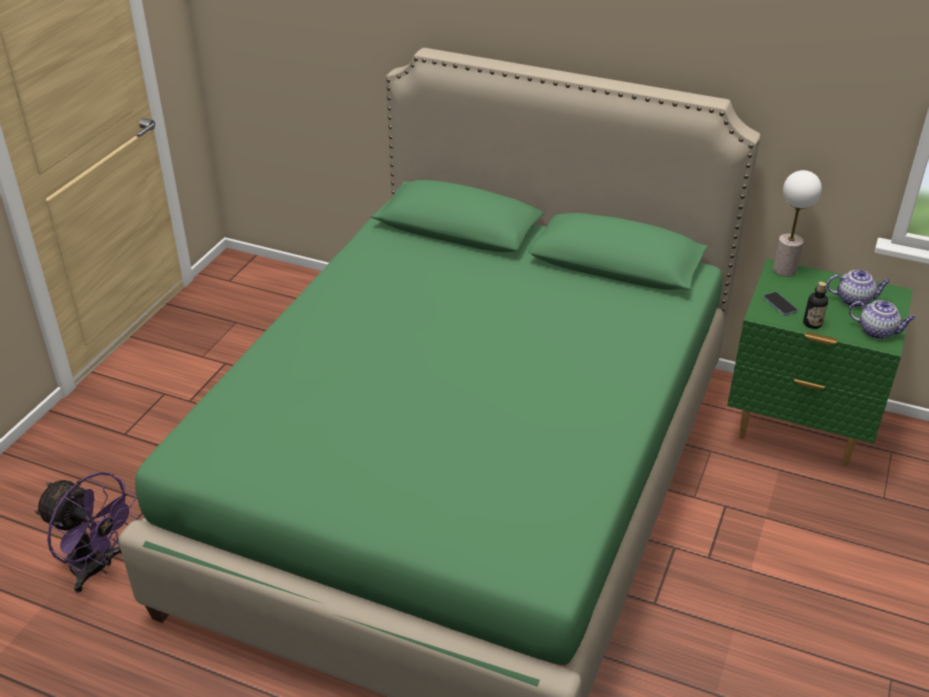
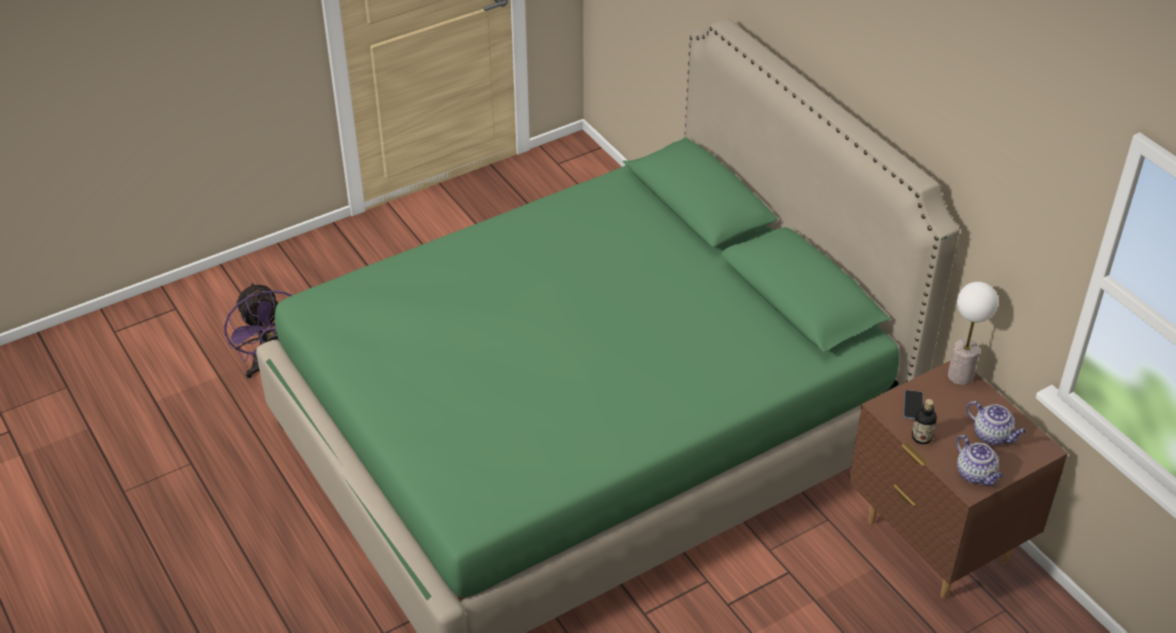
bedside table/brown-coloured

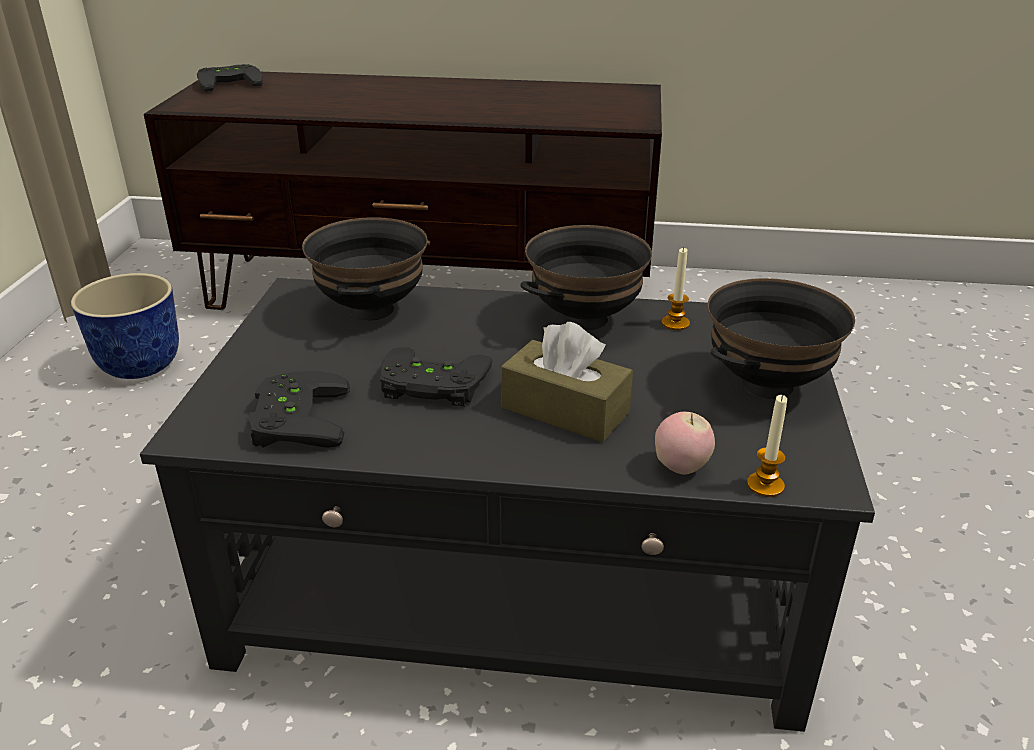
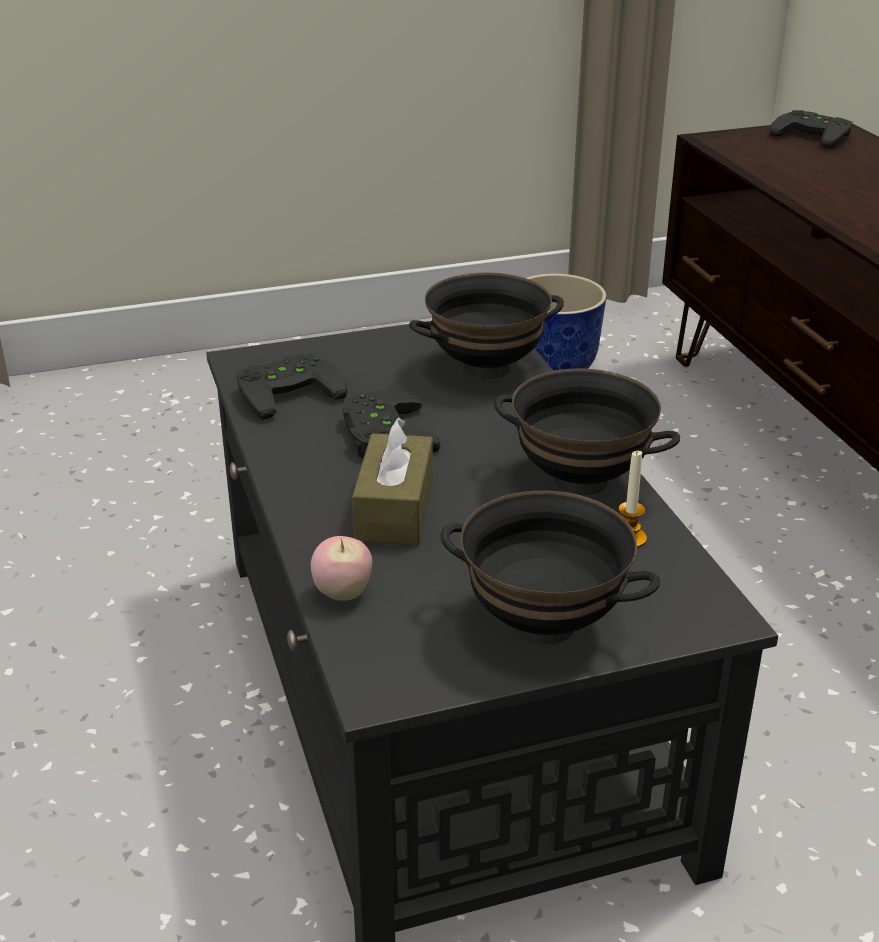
candle (2nd from left in the first image)

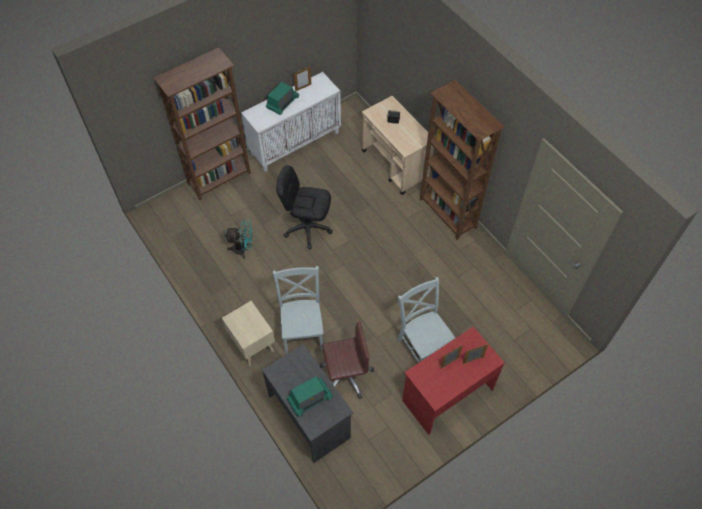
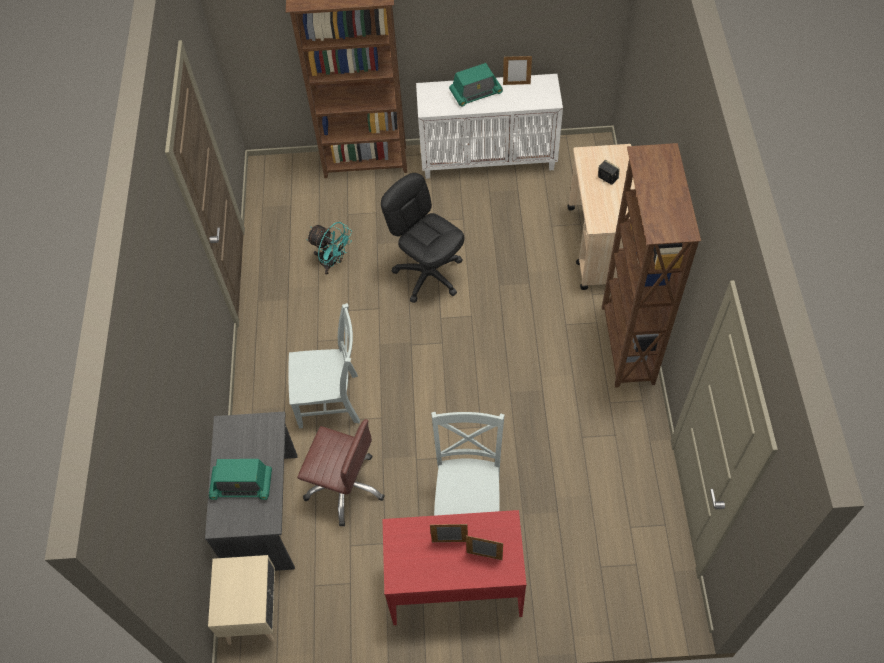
bedside table/sand-coloured
upright chair/grey (1st from left)

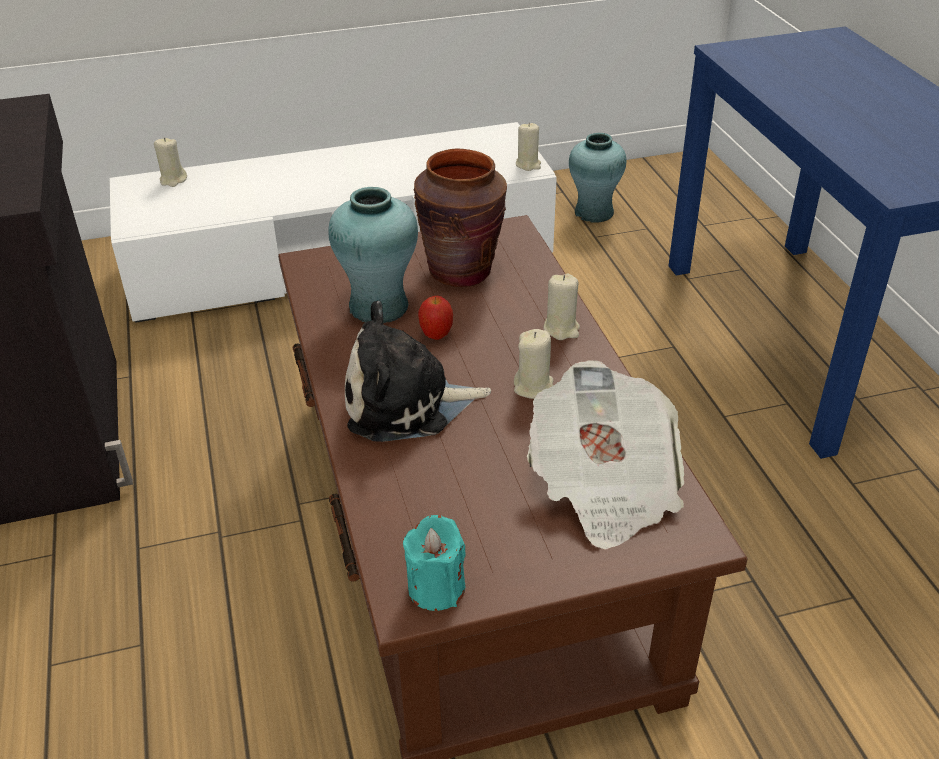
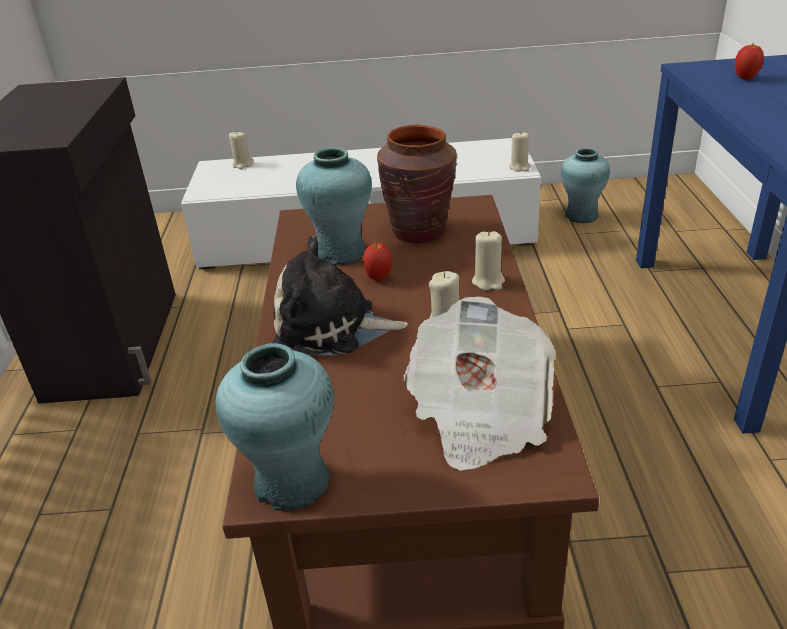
vase/blue-green (1st from left)
whole apple (2nd from left)

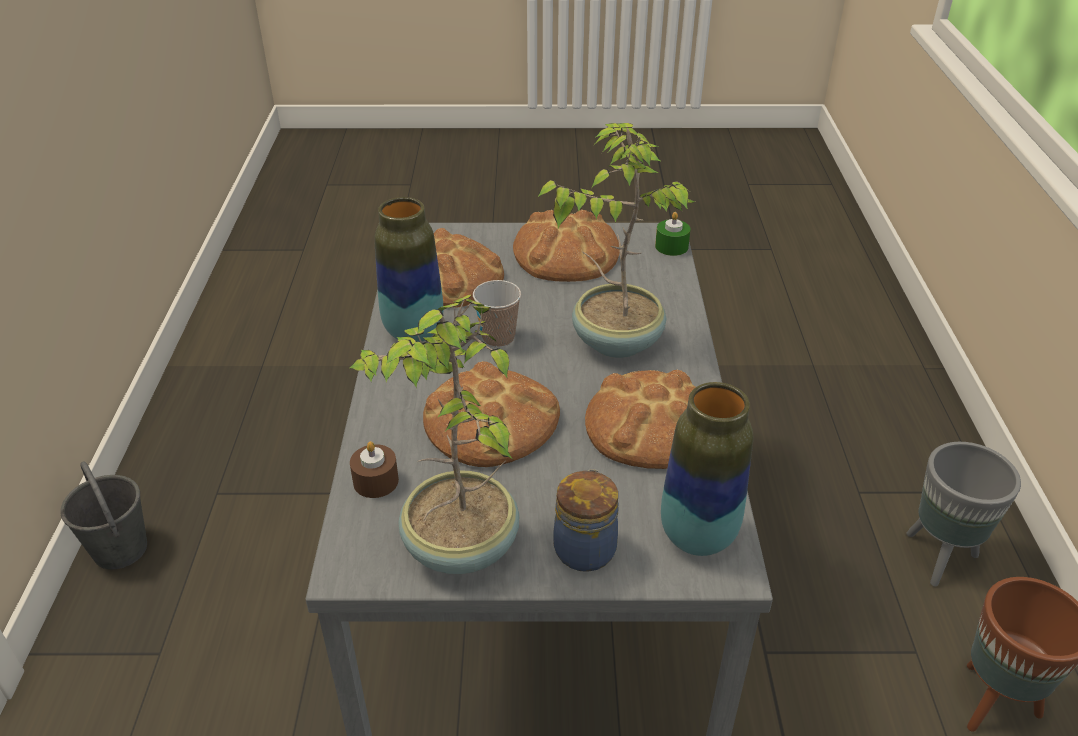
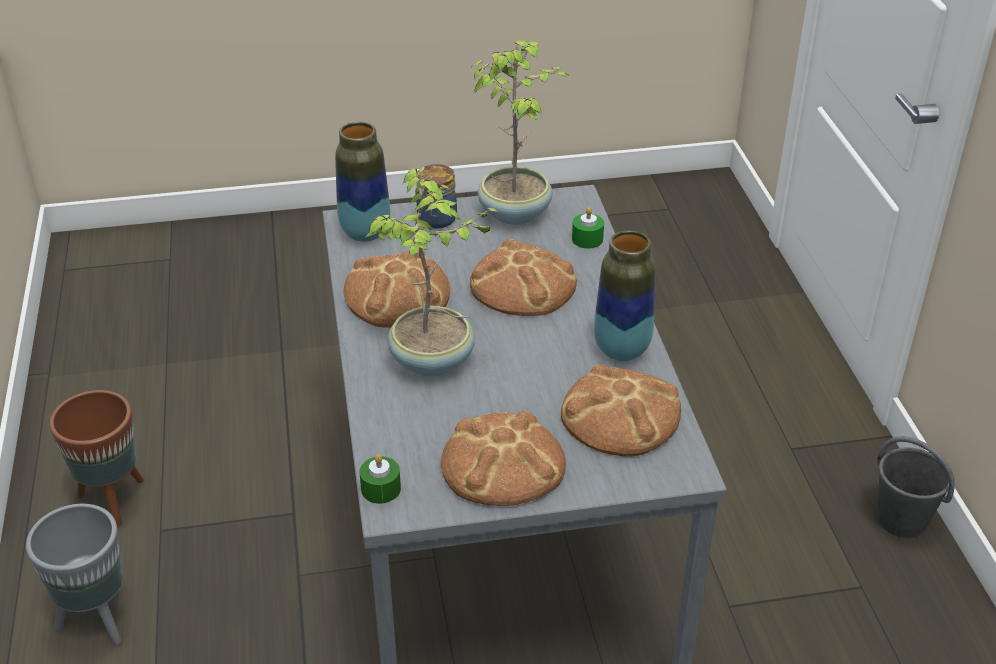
candle/green (2nd from left)
small cup

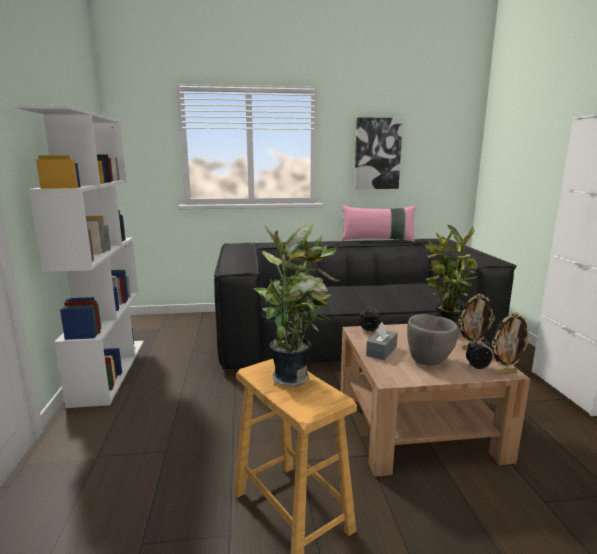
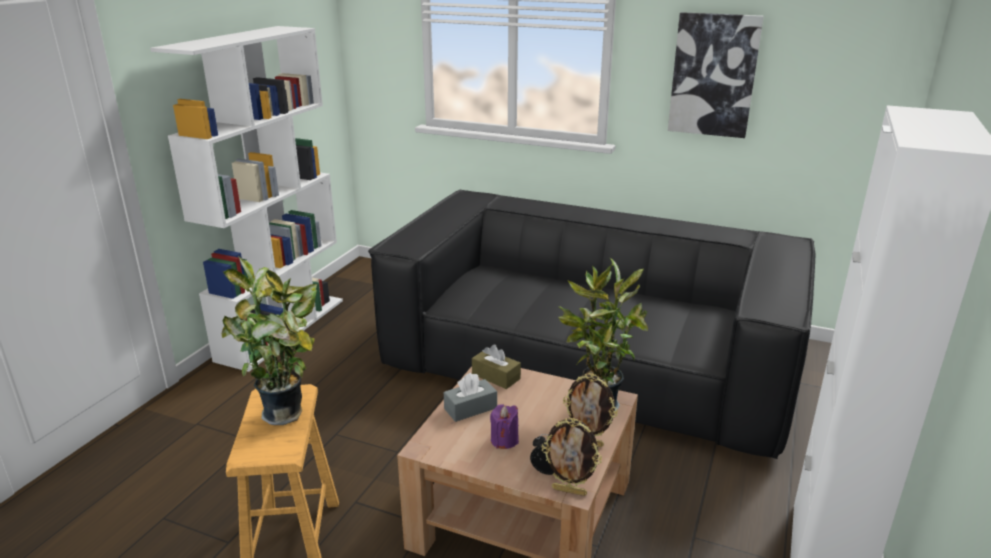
cushion/pinkish
box of tissues/brown-coloured
candle/purplish

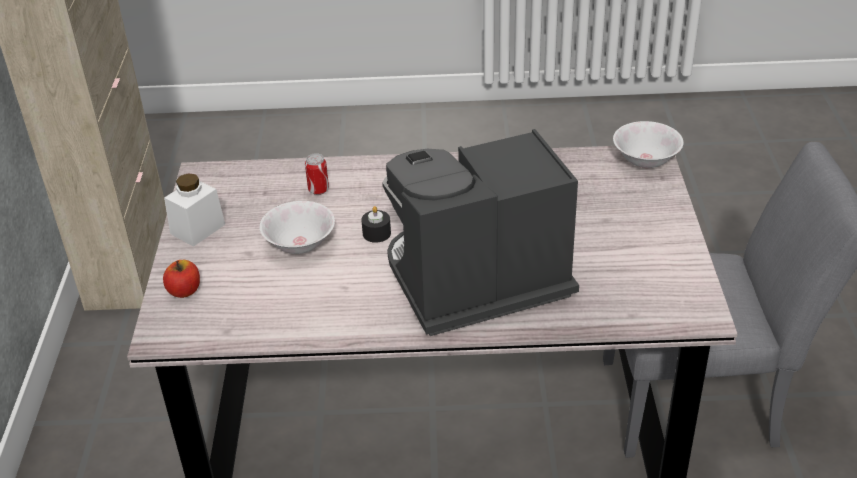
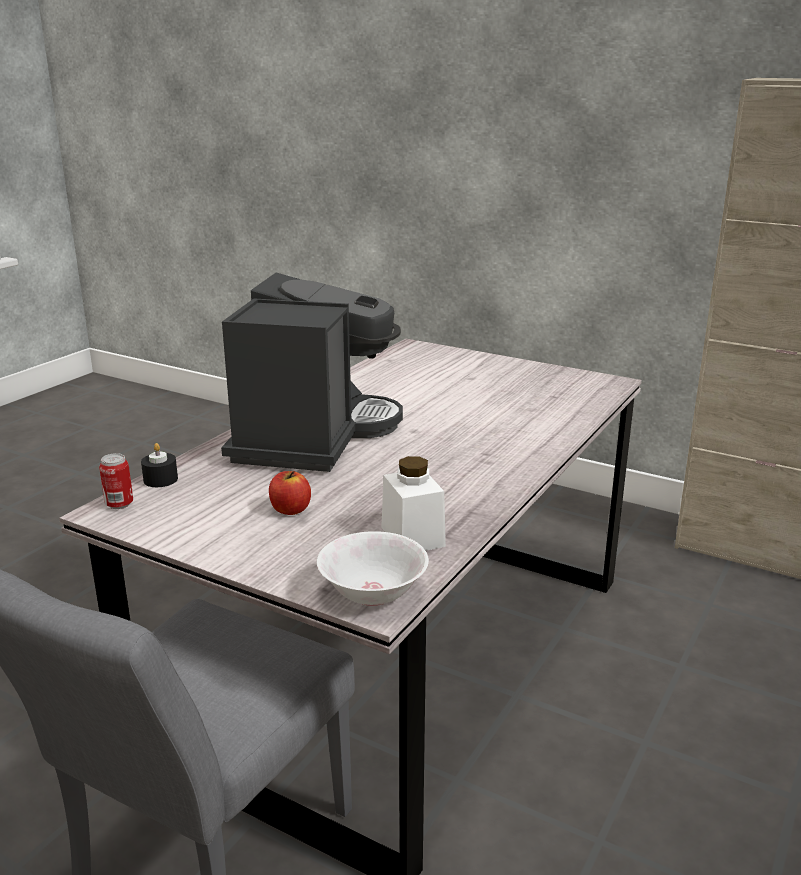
whole apple
preserve jar/whitish
serving bowl/whitish (1st from left in the first image)
metal can
candle/black

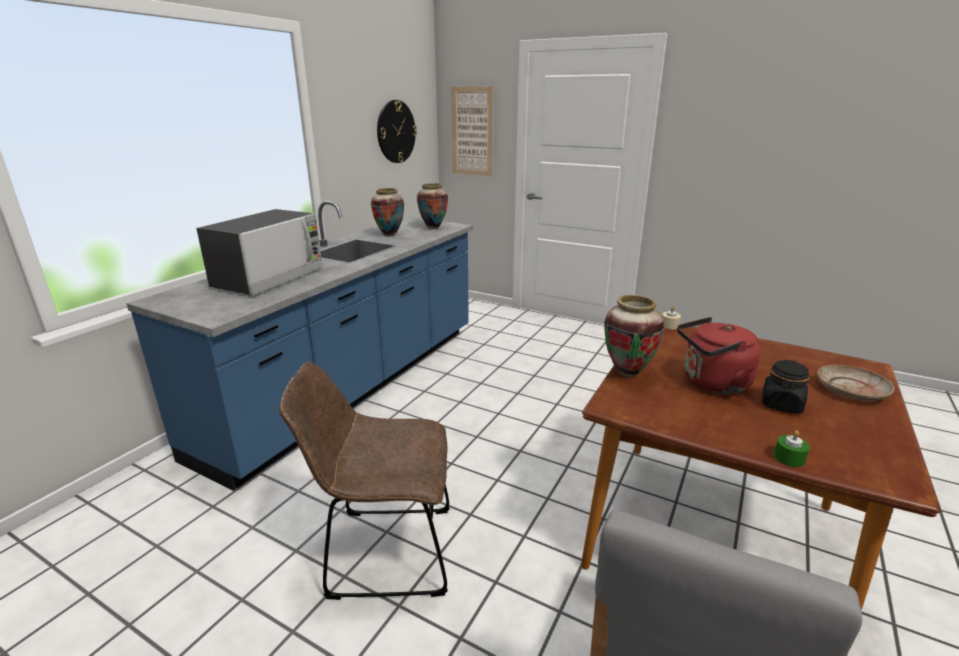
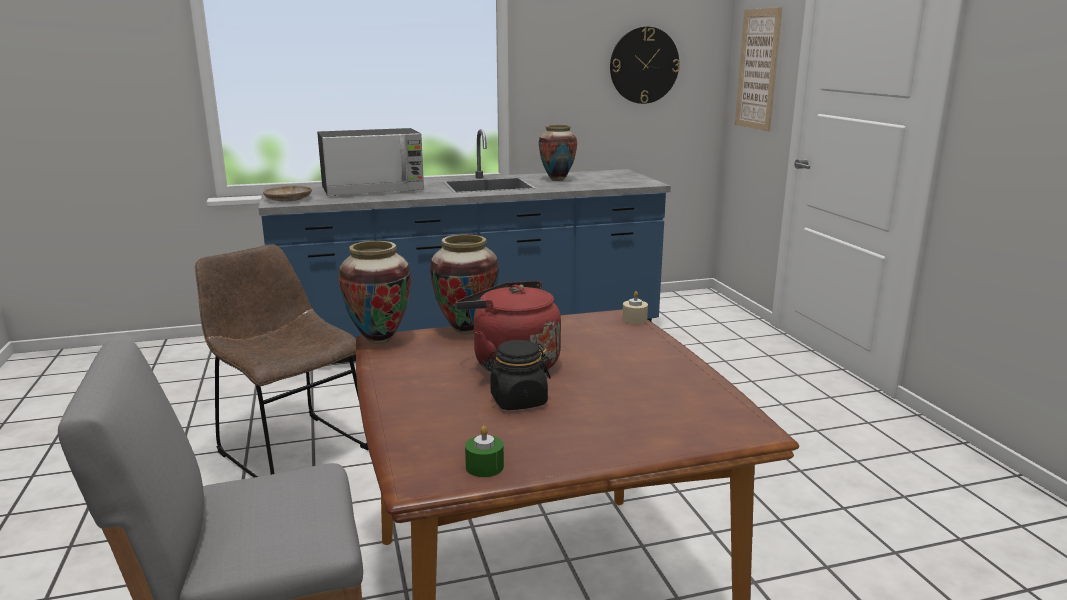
vase (1st from left)
candle/green
plate/sand-coloured

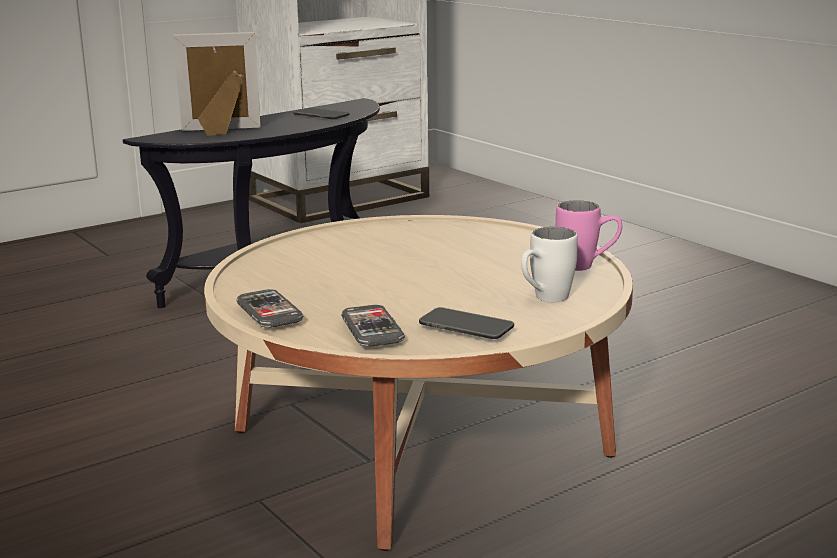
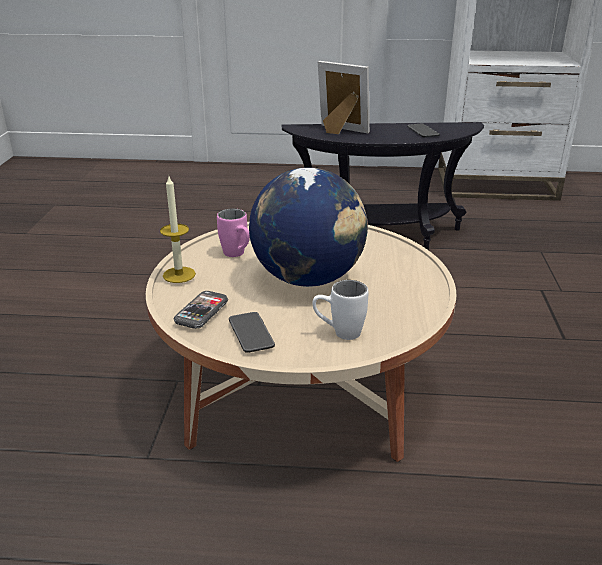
candle
tea mug/pinkish
desk globe

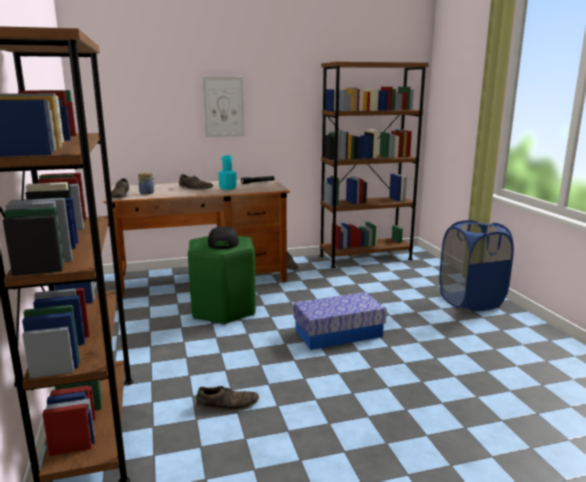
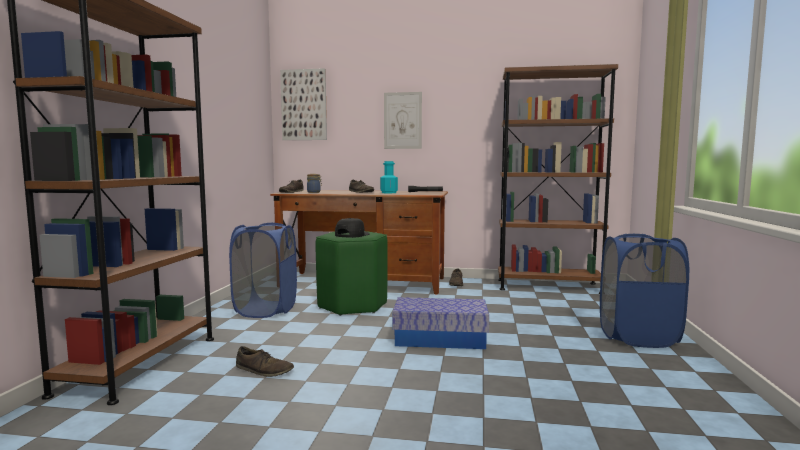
laundry basket/bluish (1st from left)
wall art (1st from left)

